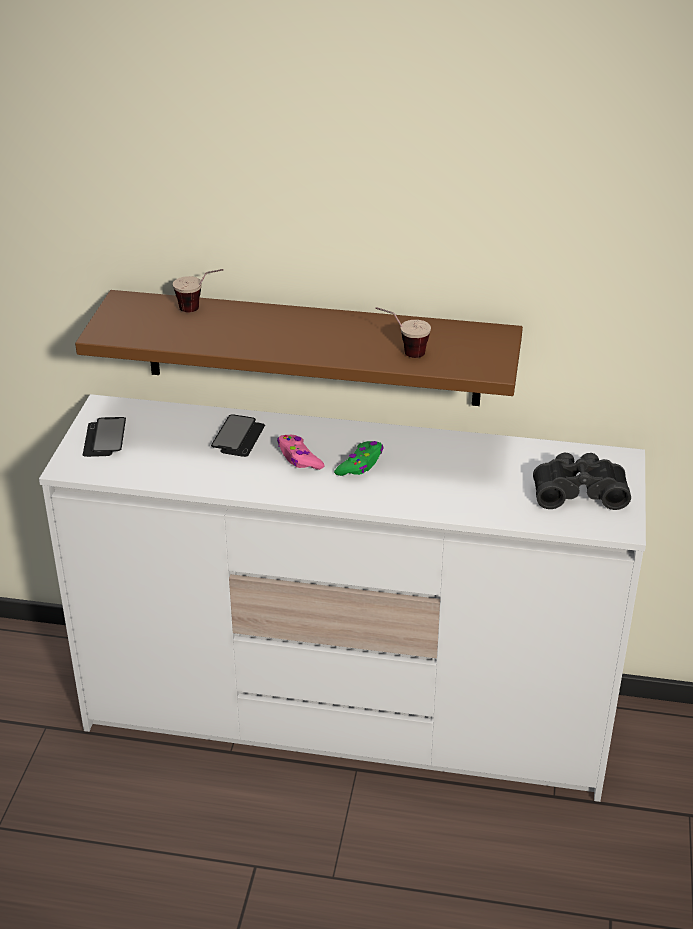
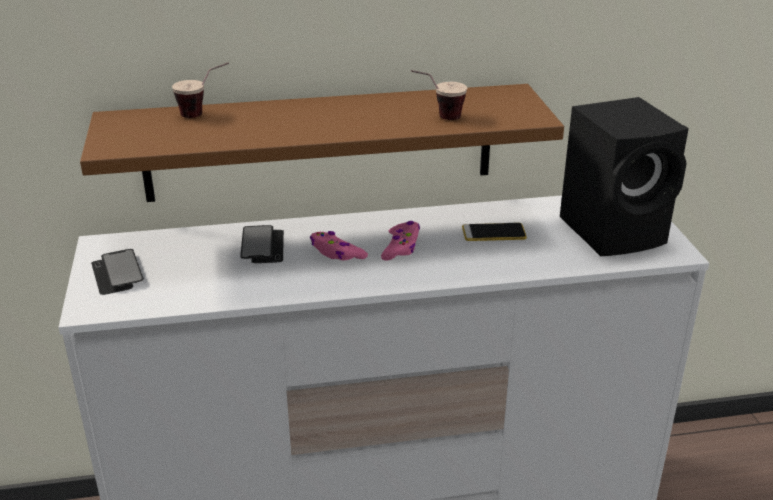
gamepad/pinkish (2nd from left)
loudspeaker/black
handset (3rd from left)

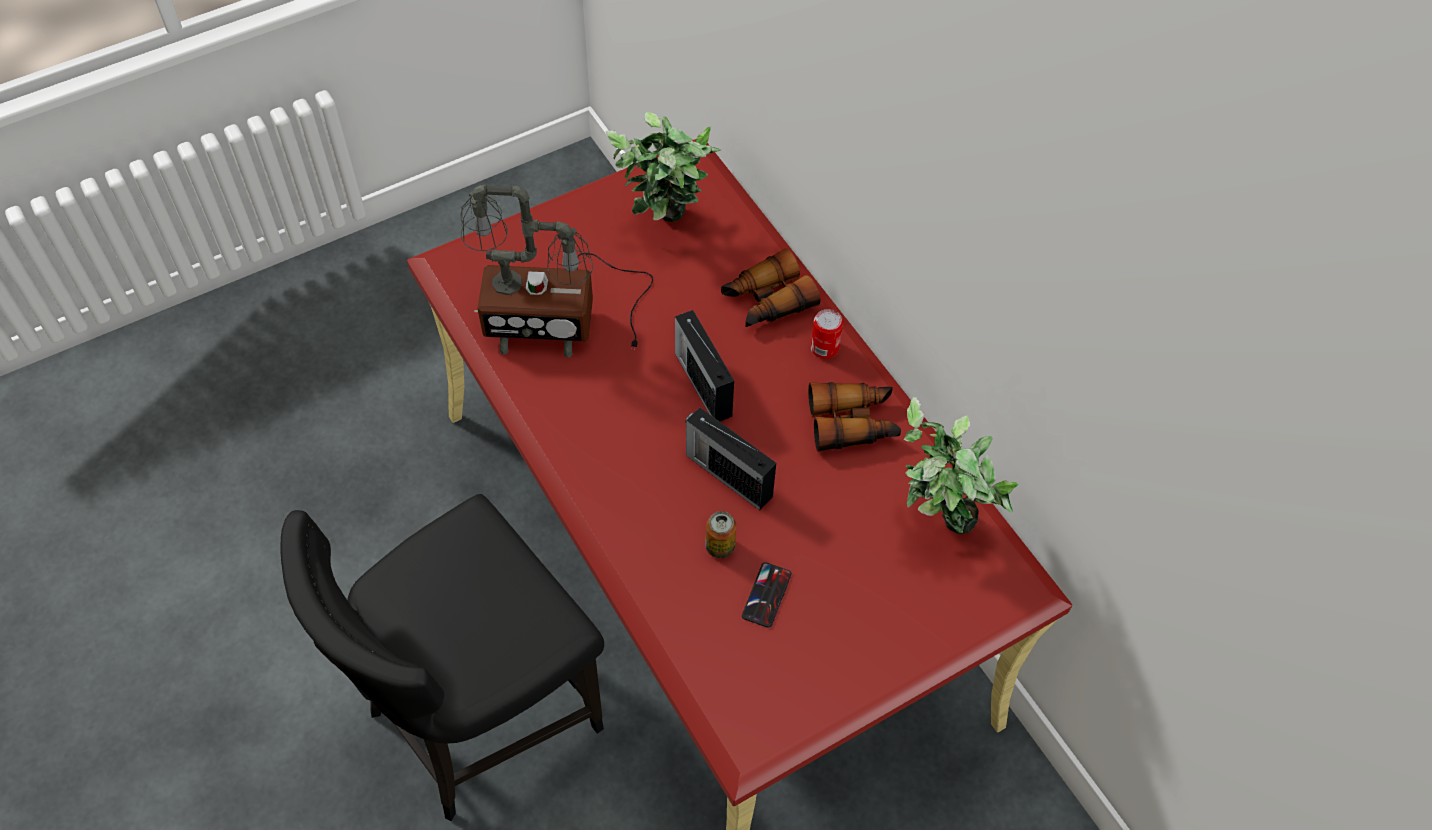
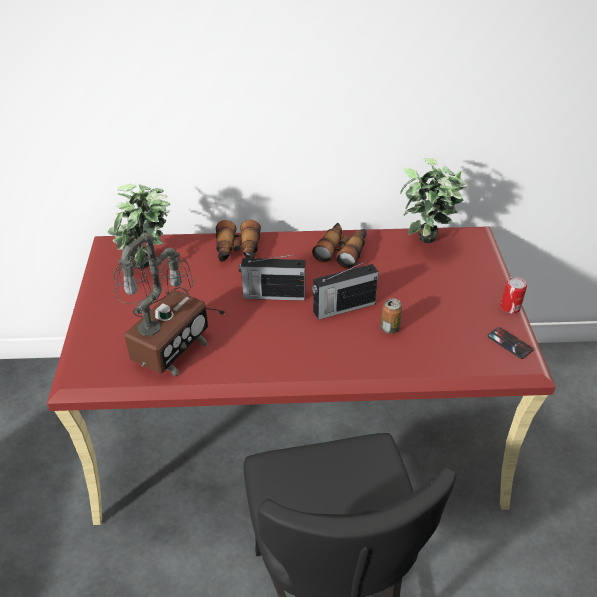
handset
metal can (2nd from left)

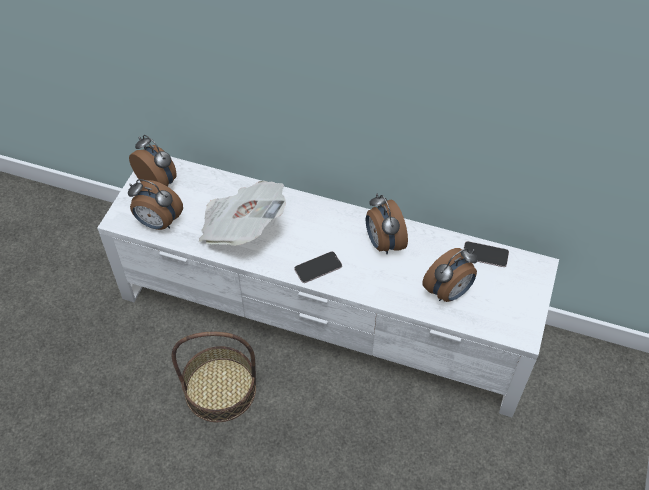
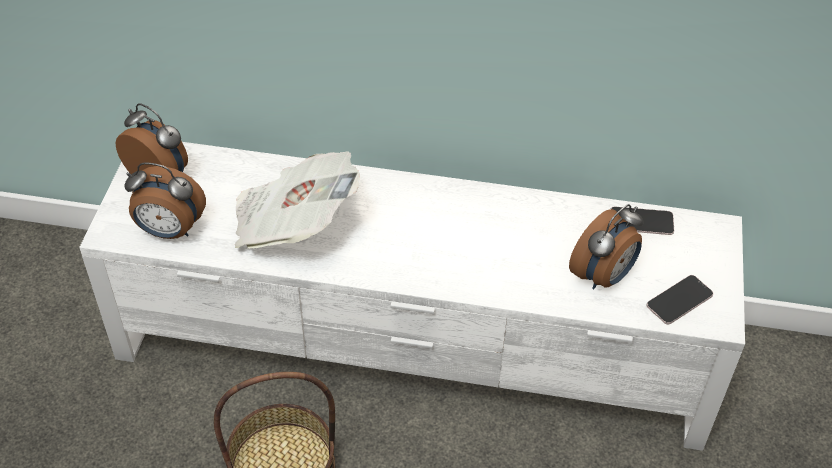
handset (2nd from left)
bedside clock (3rd from left in the first image)

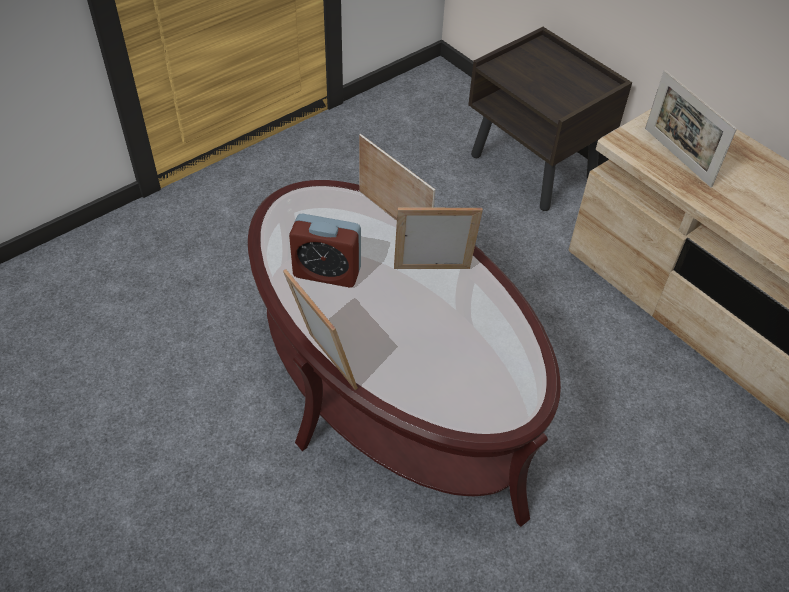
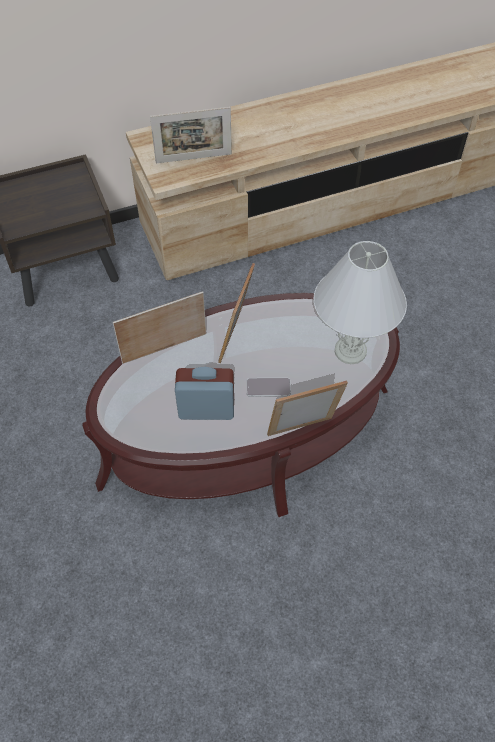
bedside clock
handset
table lamp/whitish

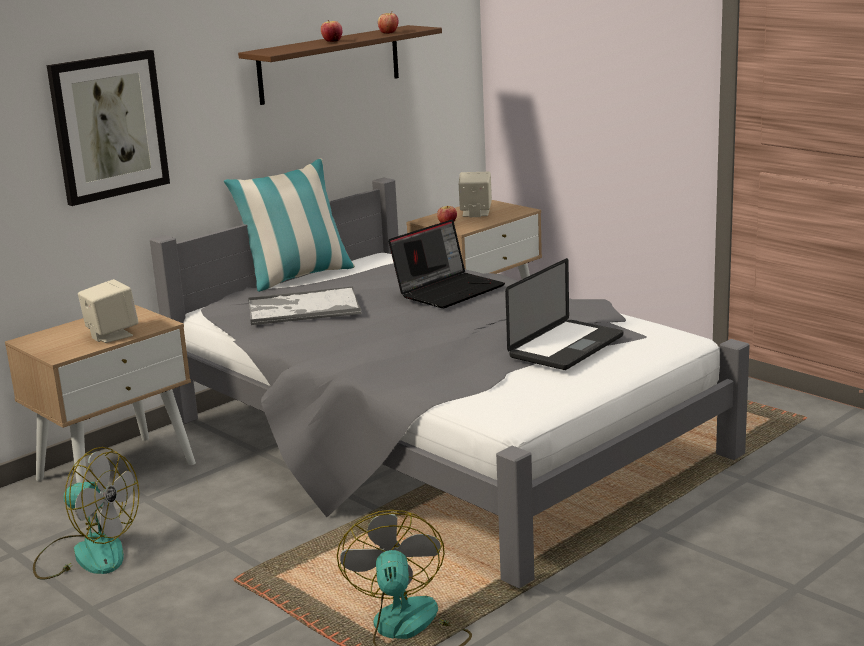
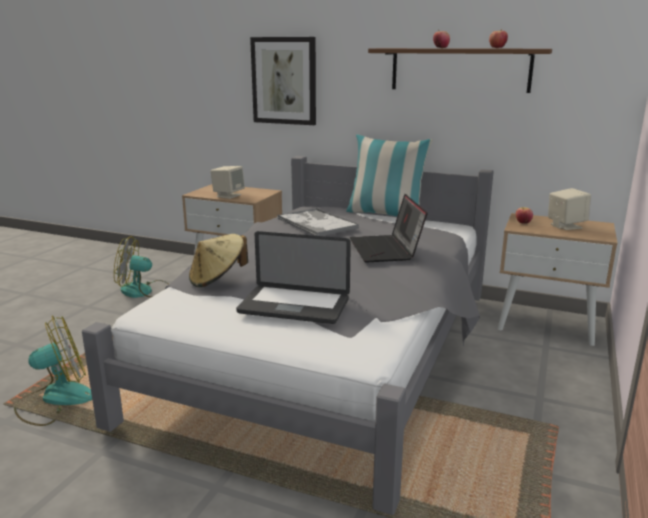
electric fan (2nd from left)
laptop (2nd from left)
wearable hat/sand-coloured

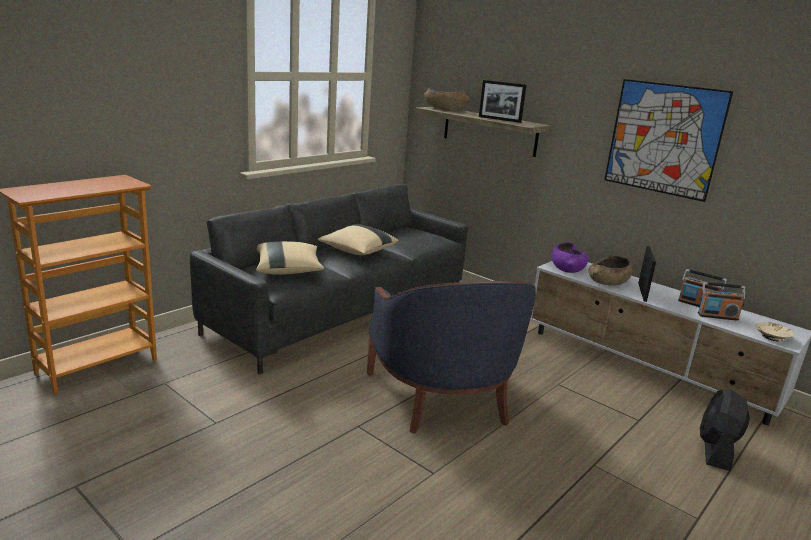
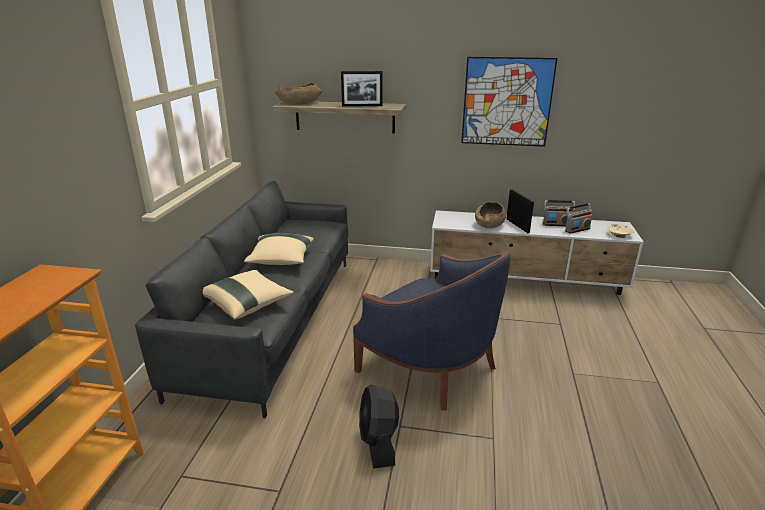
serving bowl/purplish
electric fan/black

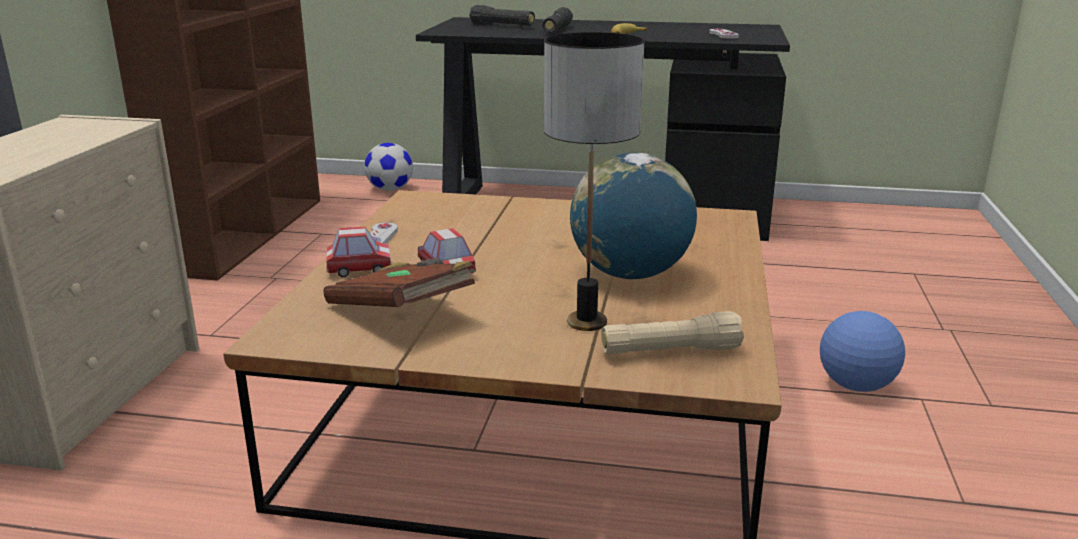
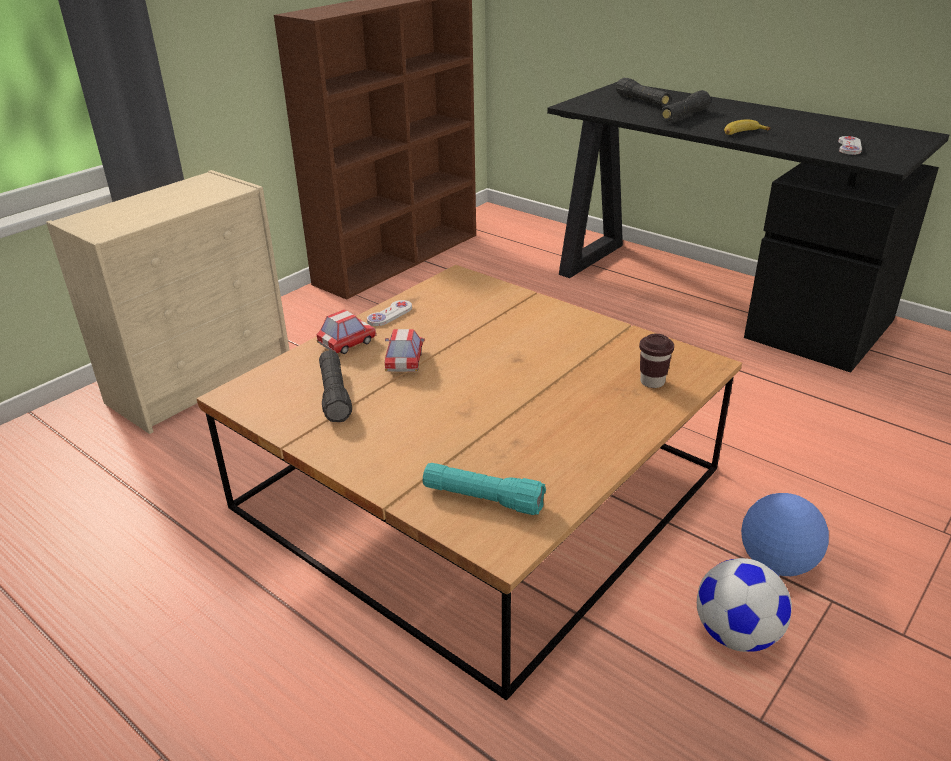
torch/black (1st from left)
toy car (1st from left)
football ball (1st from left)
table lamp
desk globe
torch/blue-green
small cup/brown-coloured

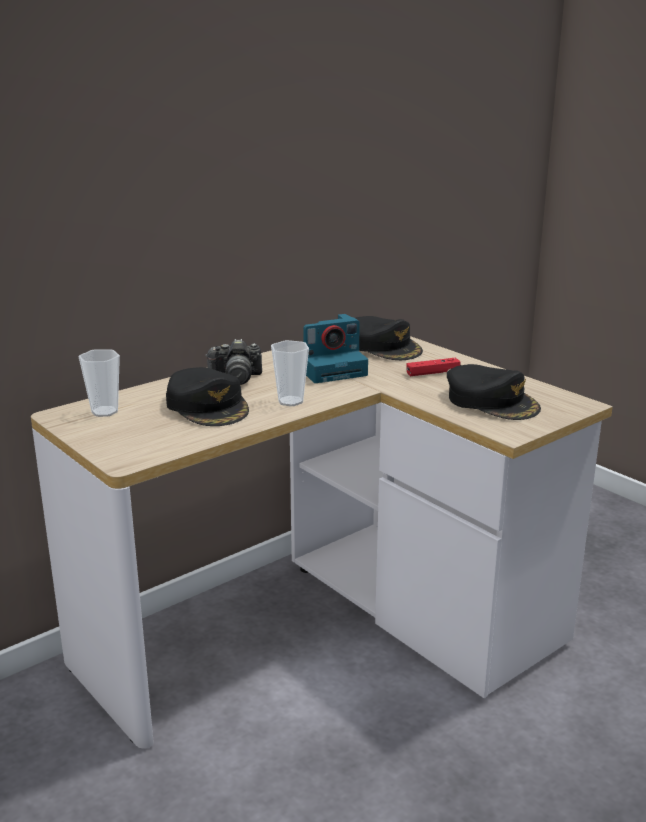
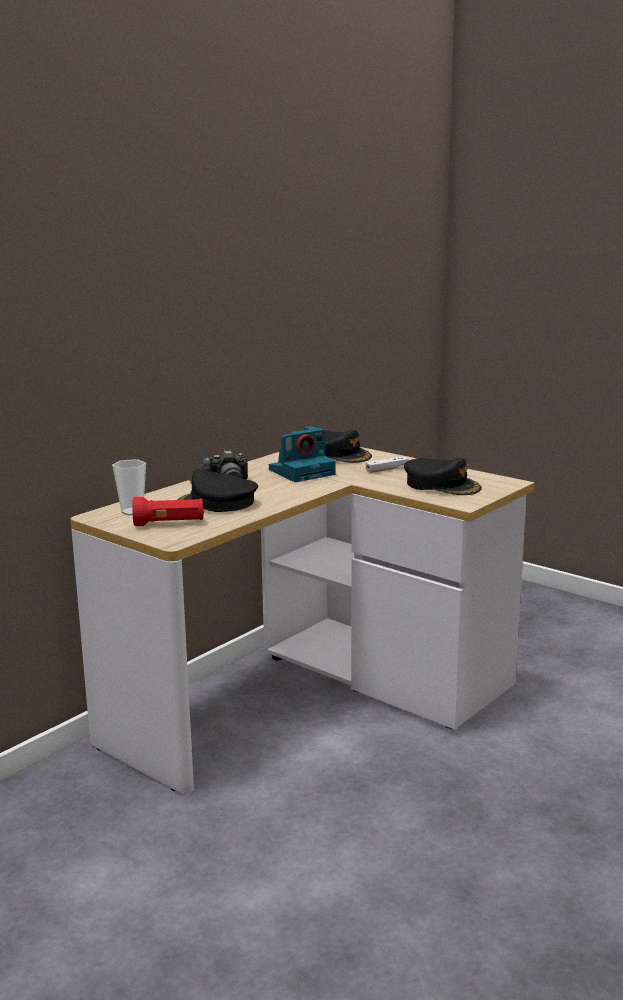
peaked cap/black (1st from left)
small cup (2nd from left in the first image)
gamepad/whitish
torch/red

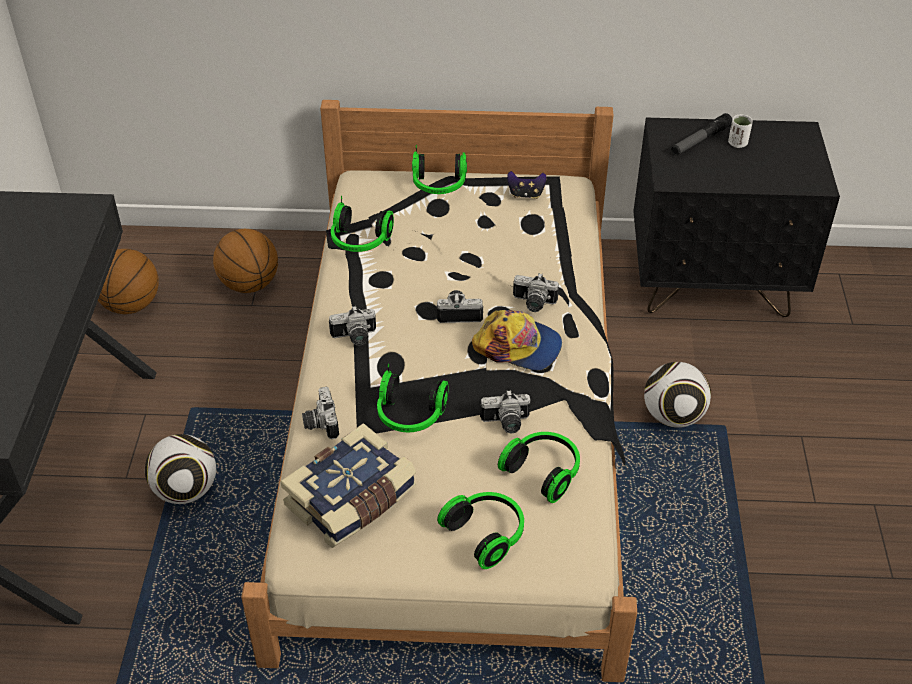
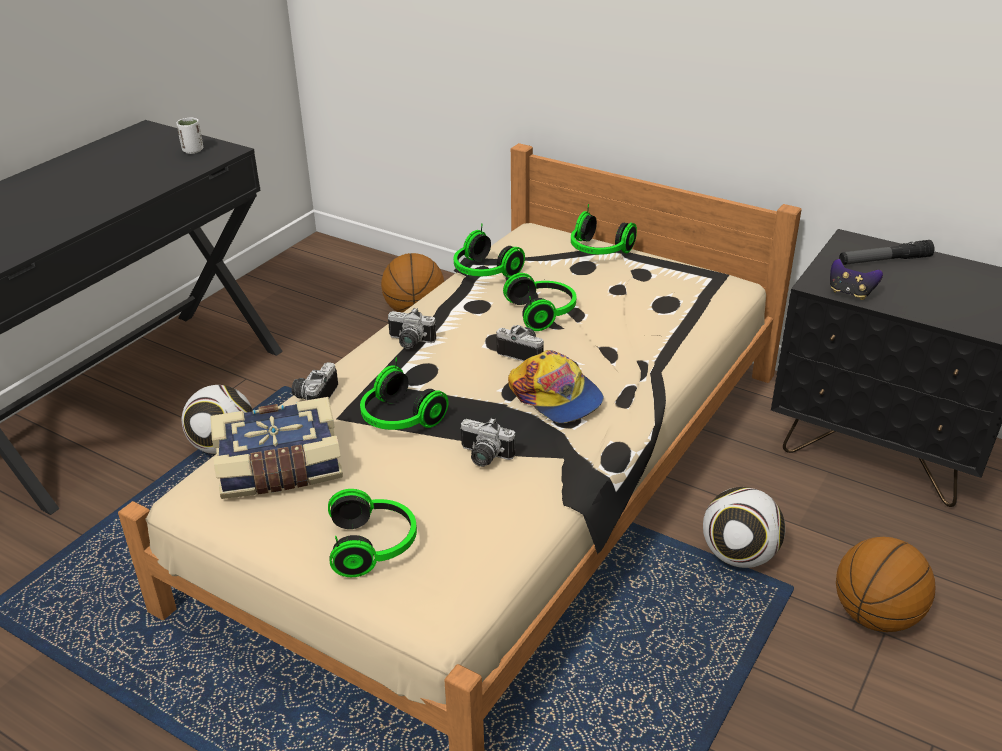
basketball ball (2nd from left)
headphones (4th from left)
gamepad
photo camera (5th from left in the first image)
small cup/whitish

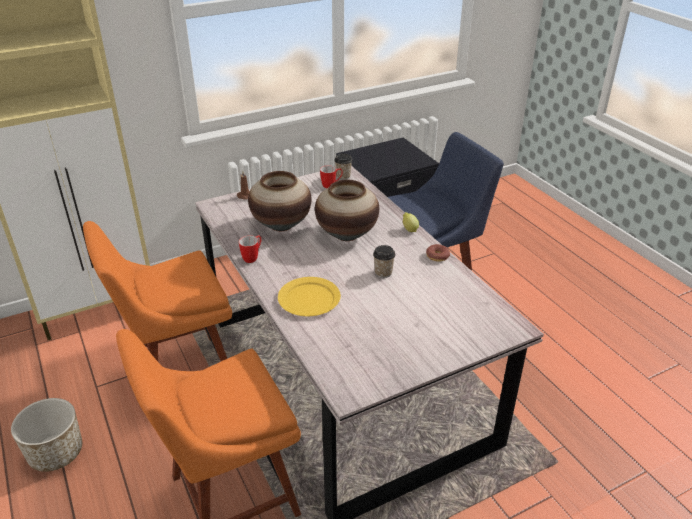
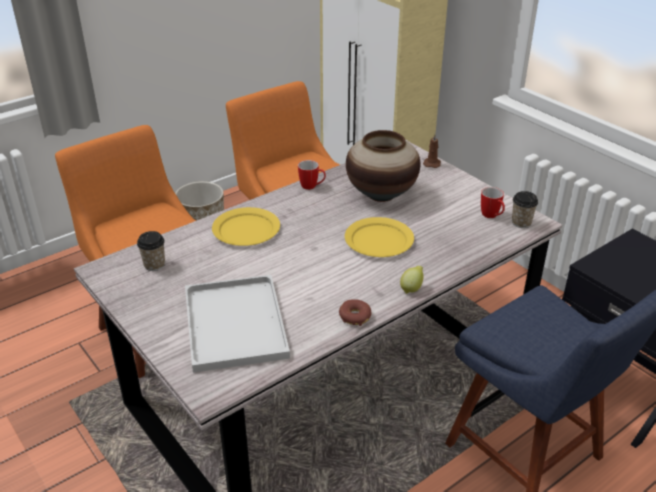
plate/yellow-coloured (2nd from left)
small cup (1st from left)
serving tray/whitish

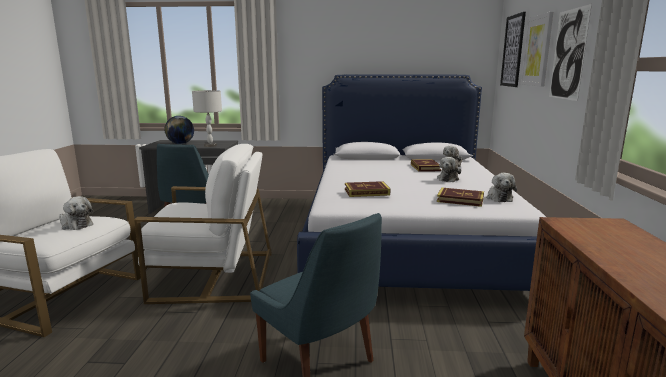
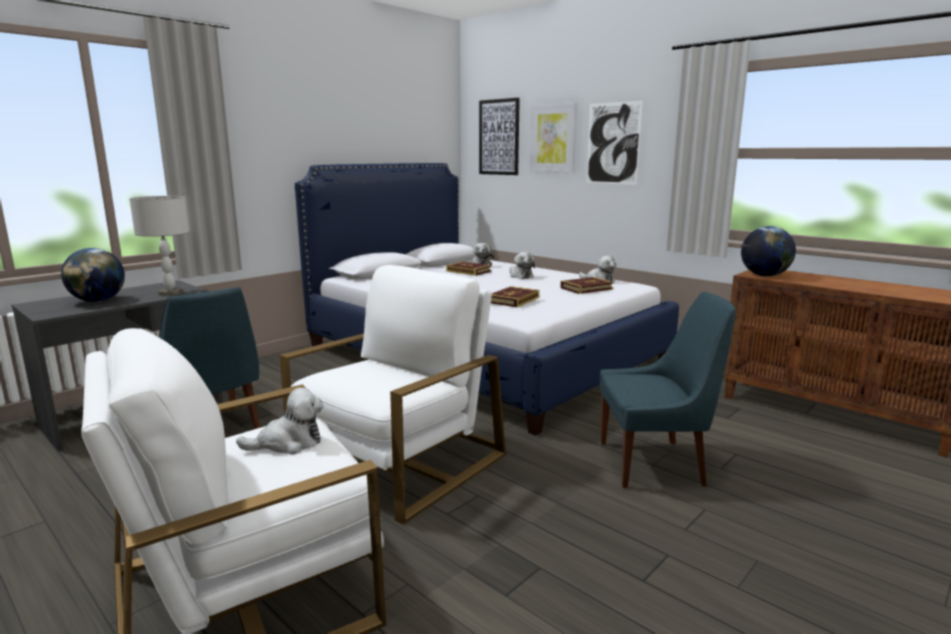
desk globe (2nd from left)

